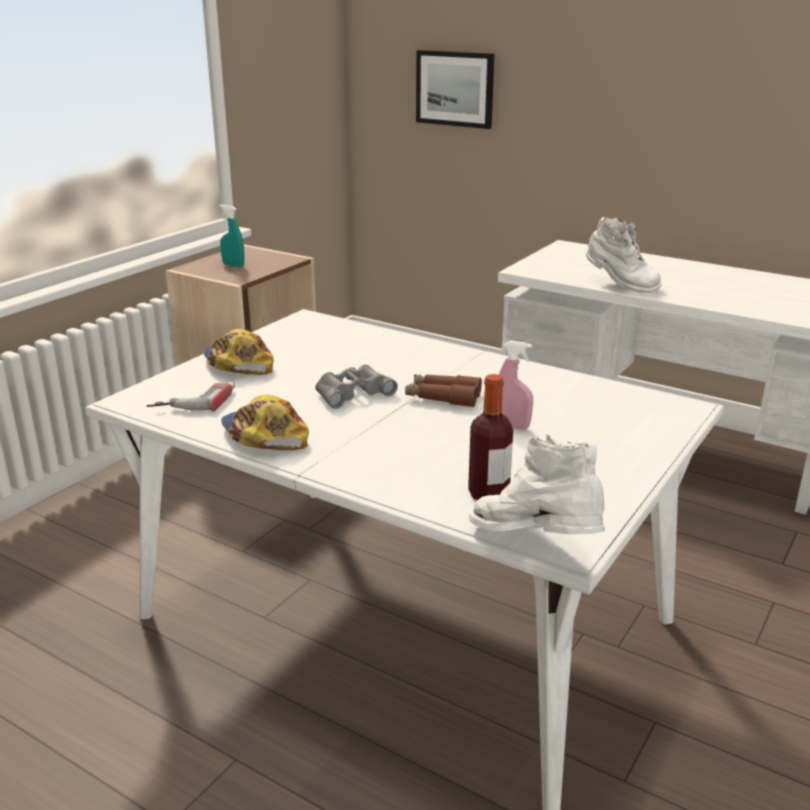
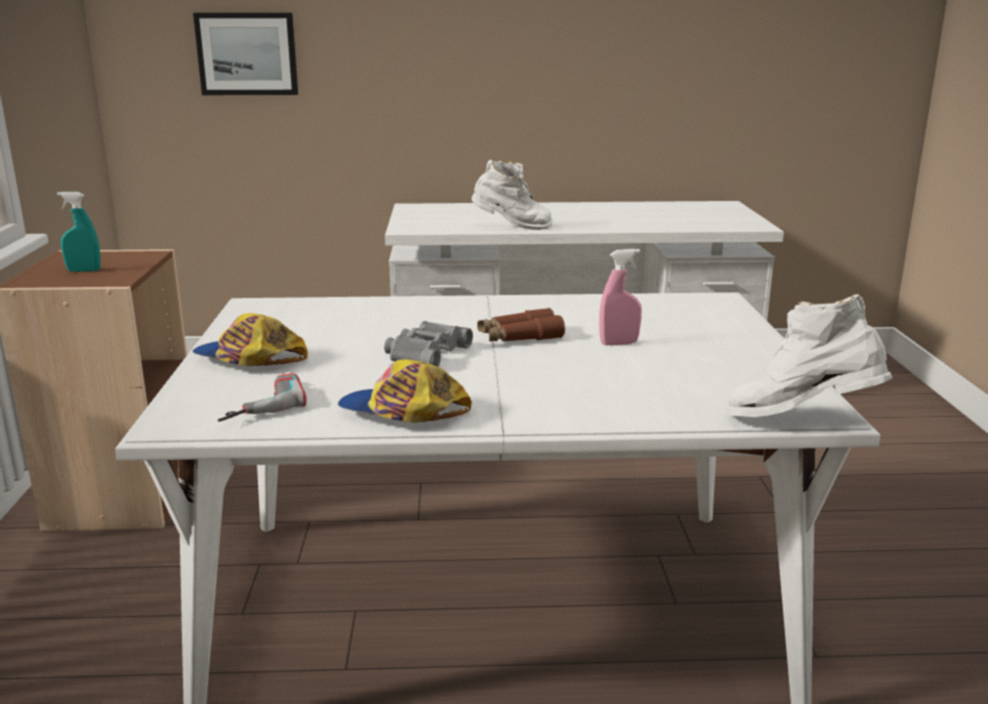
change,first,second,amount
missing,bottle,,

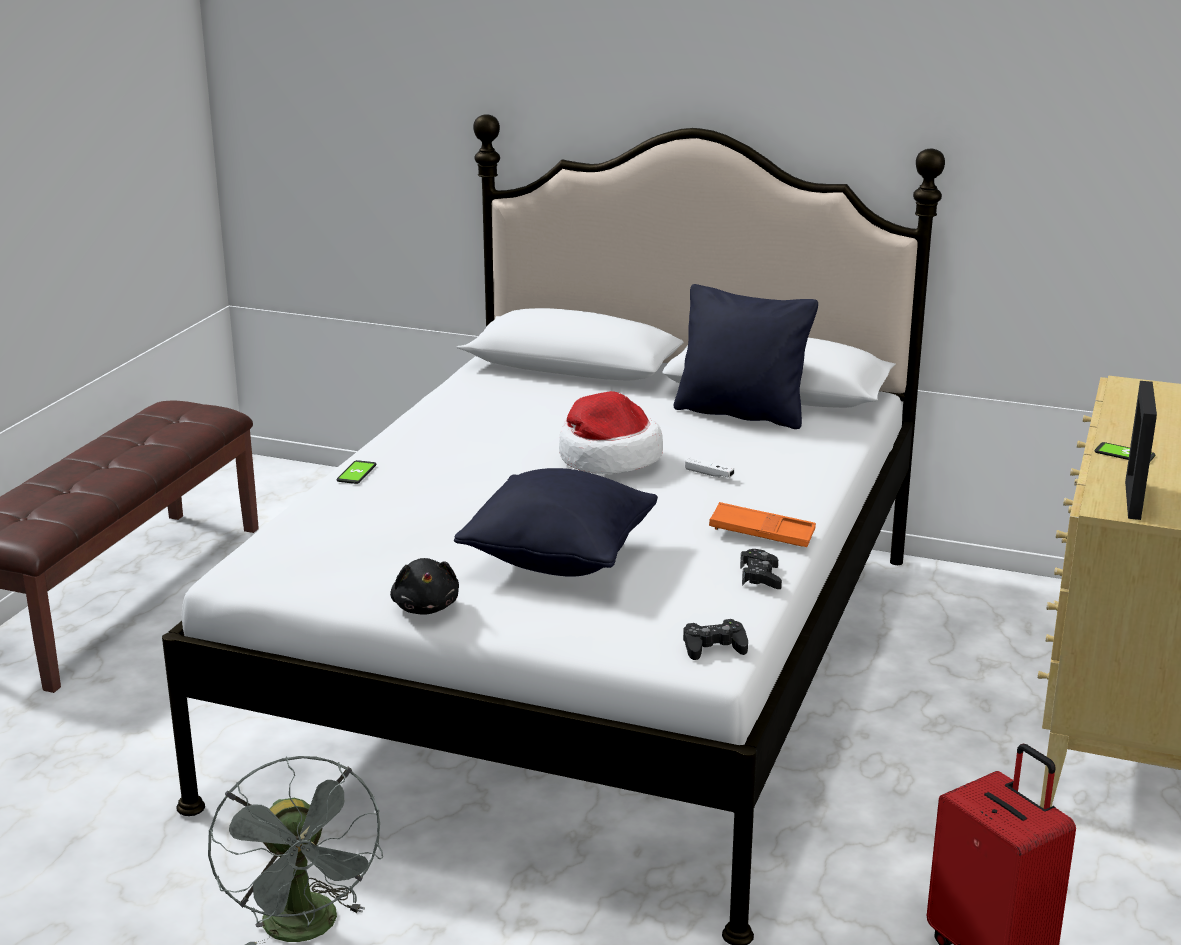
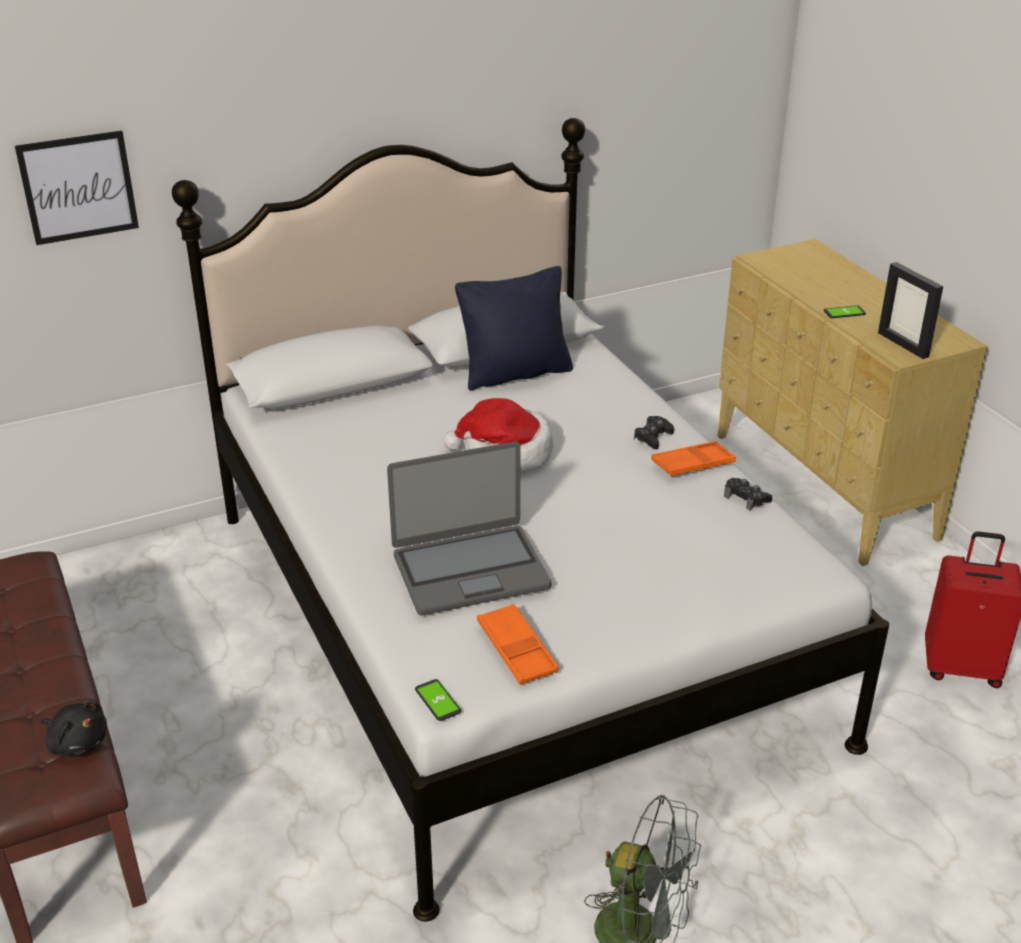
change,first,second,amount
missing,white game controller,,
relocated,phone (no. 1 from left),,
missing,black pillow (no. 1 from left),,
relocated,black plush toy,,
relocated,black game controller (no. 1 from left),,
appeared,,picture,
appeared,,laptop,
appeared,,orange tray (no. 1 from left),

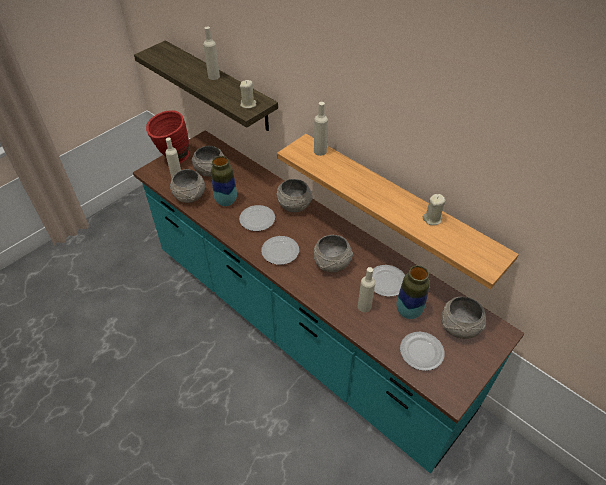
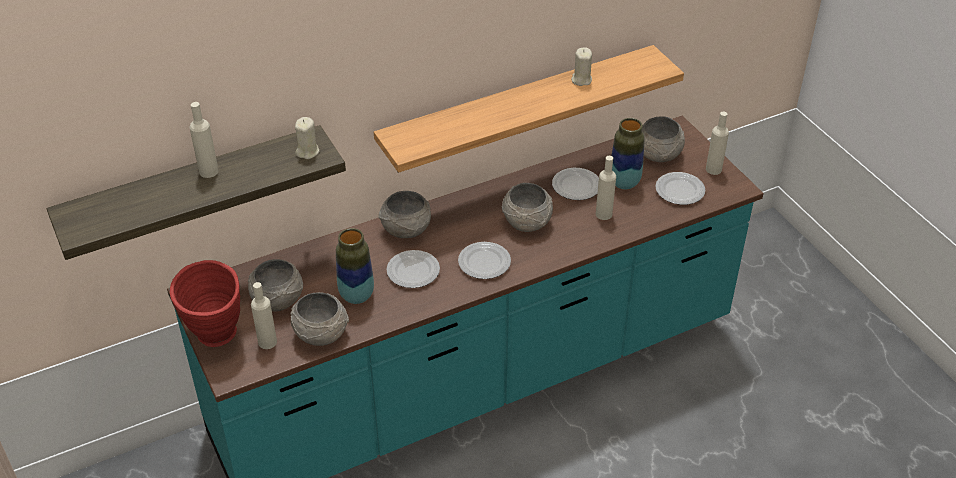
change,first,second,amount
relocated,beige bottle (no. 3 from left in the first image),beige bottle (no. 4 from left),

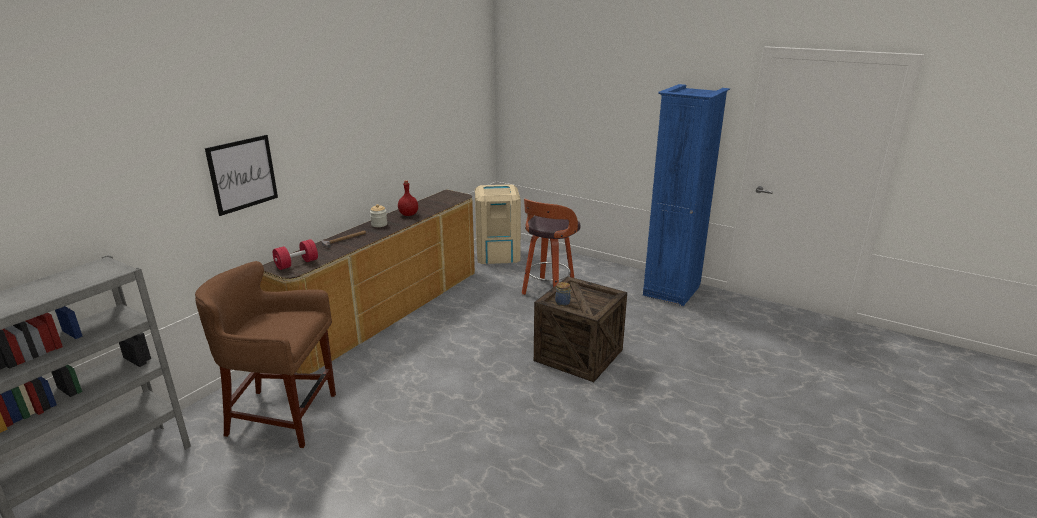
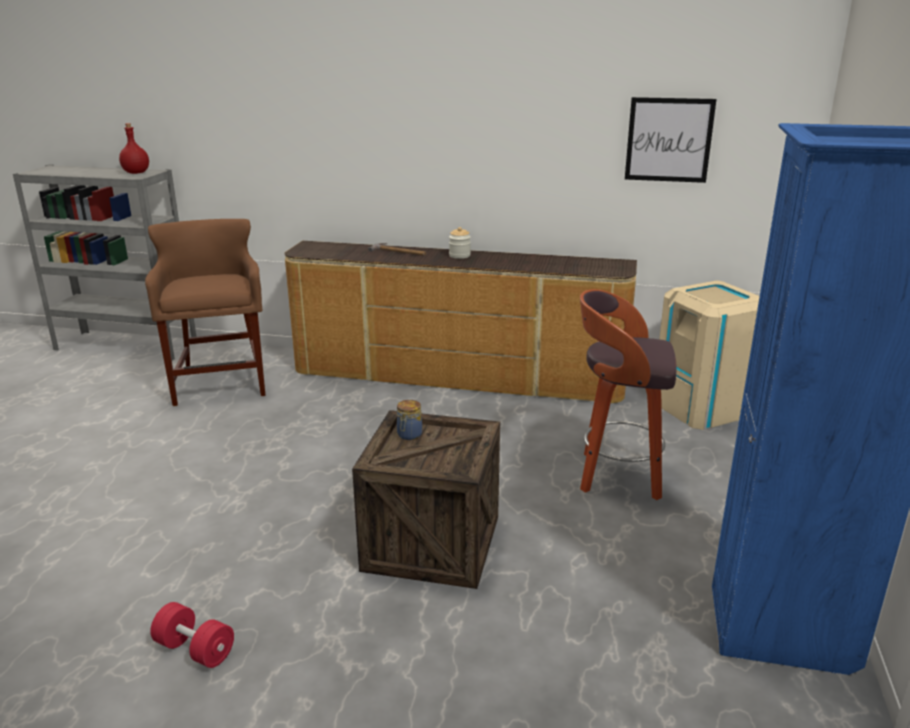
change,first,second,amount
relocated,picture,,
relocated,red bottle,,
relocated,red dumbbell,,

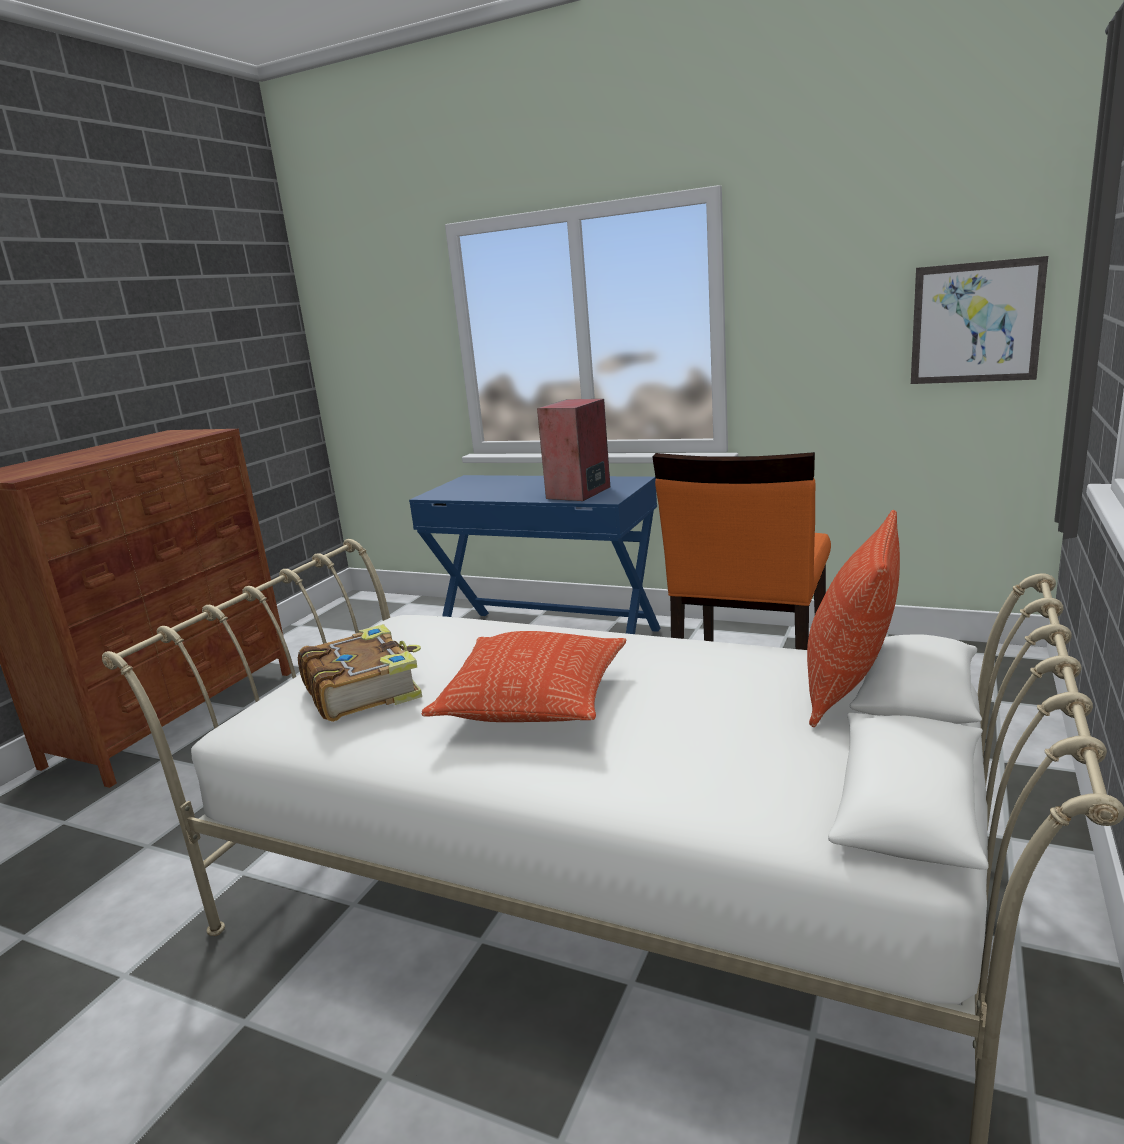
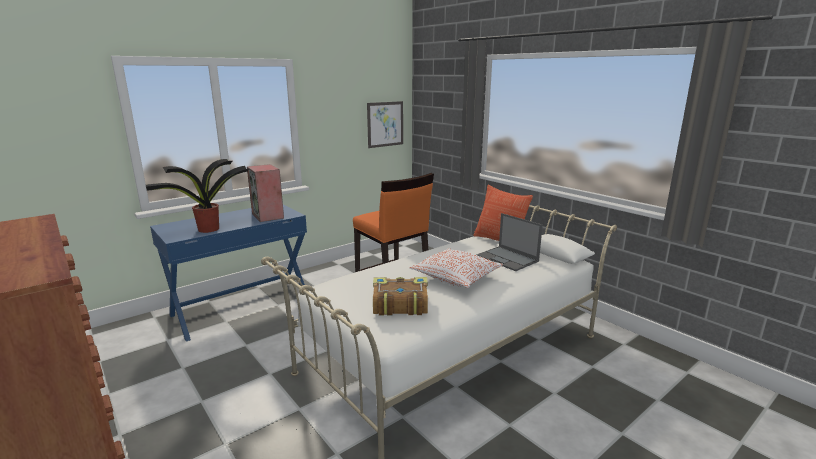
change,first,second,amount
colour,orange pillow (no. 1 from left),white pillow,
appeared,,potted plant,
appeared,,laptop,

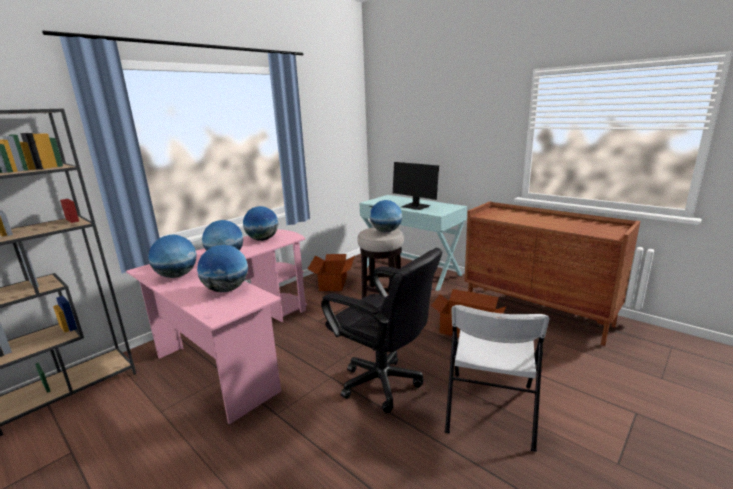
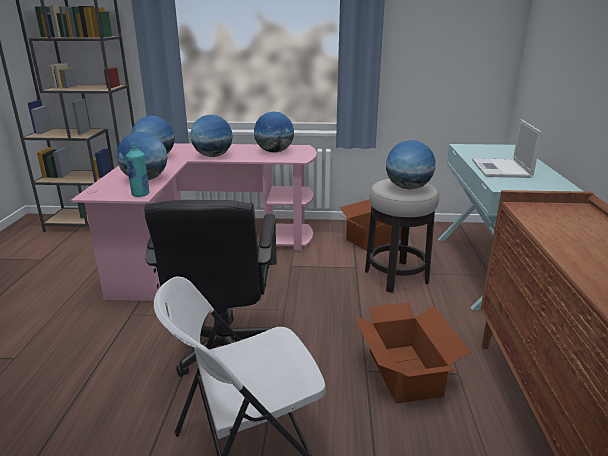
change,first,second,amount
exchanged,monitor,laptop,
appeared,,turquoise bottle,

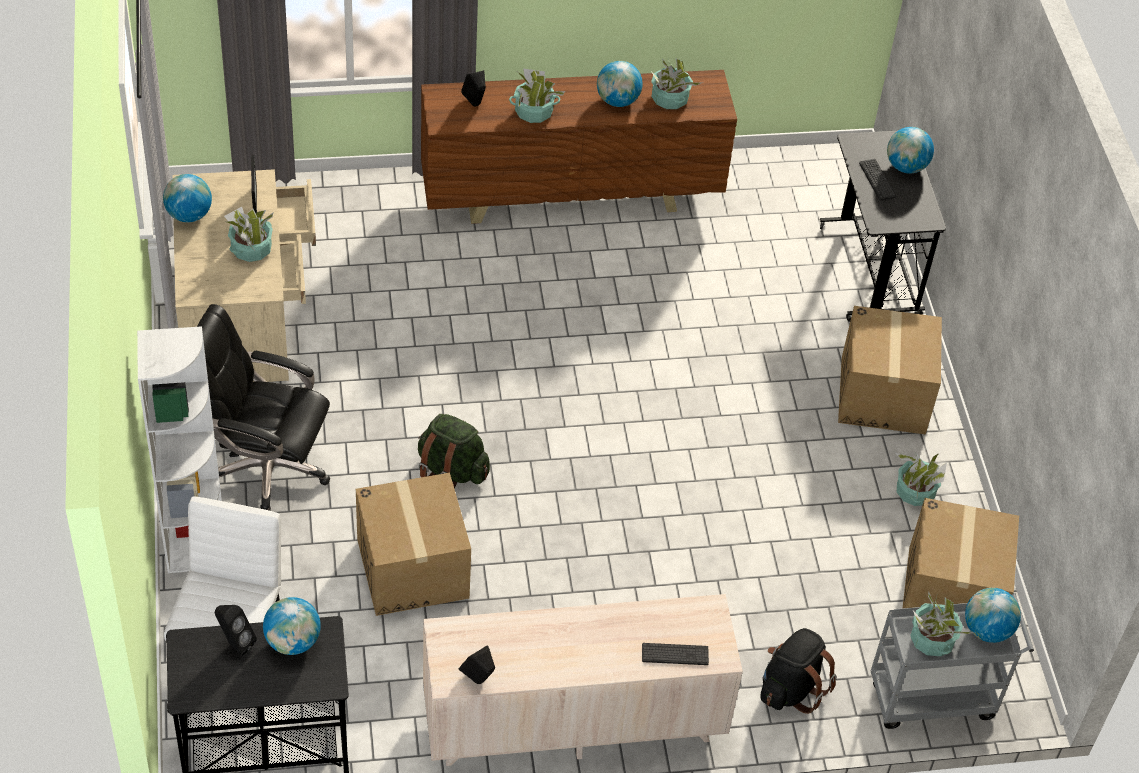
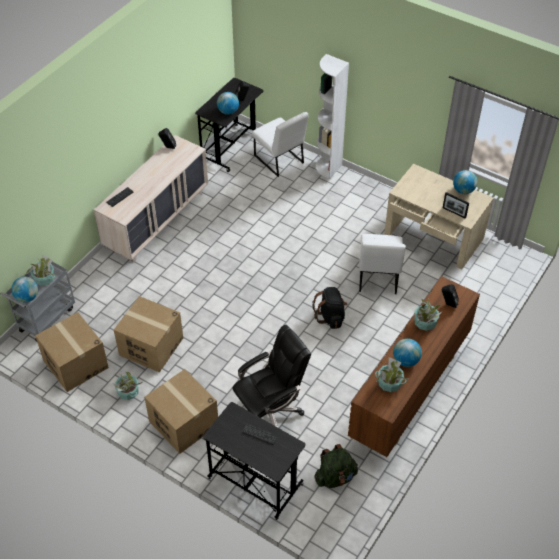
change,first,second,amount
missing,globe (no. 4 from left),,
missing,potted plant (no. 1 from left),,
relocated,black office chair,,
relocated,green backpack,,
relocated,cardboard box (no. 1 from left in the first image),cardboard box (no. 2 from left),
relocated,black backpack,,
appeared,,white chair (no. 2 from left),

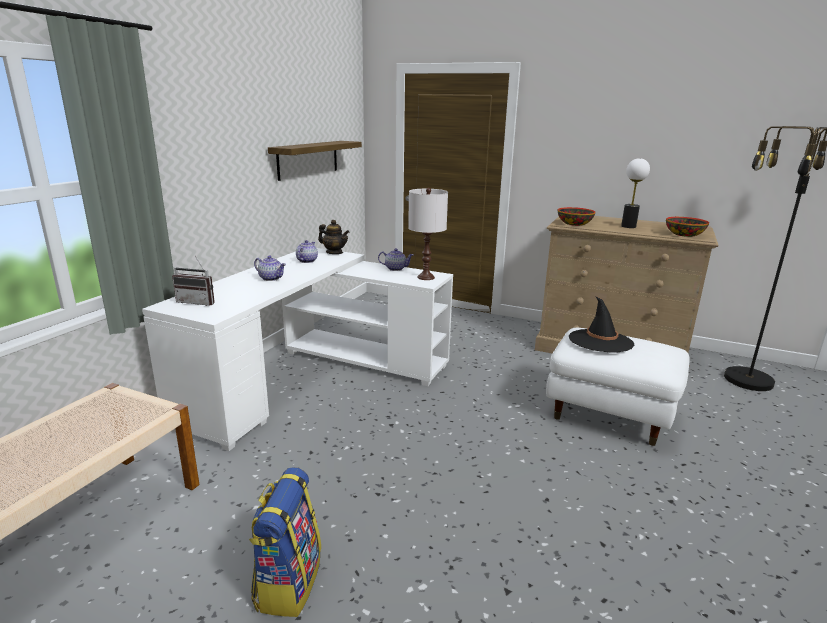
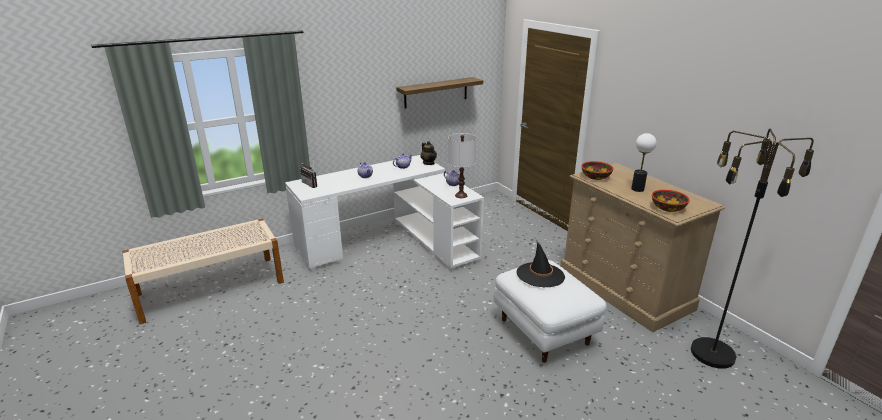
change,first,second,amount
missing,backpack,,

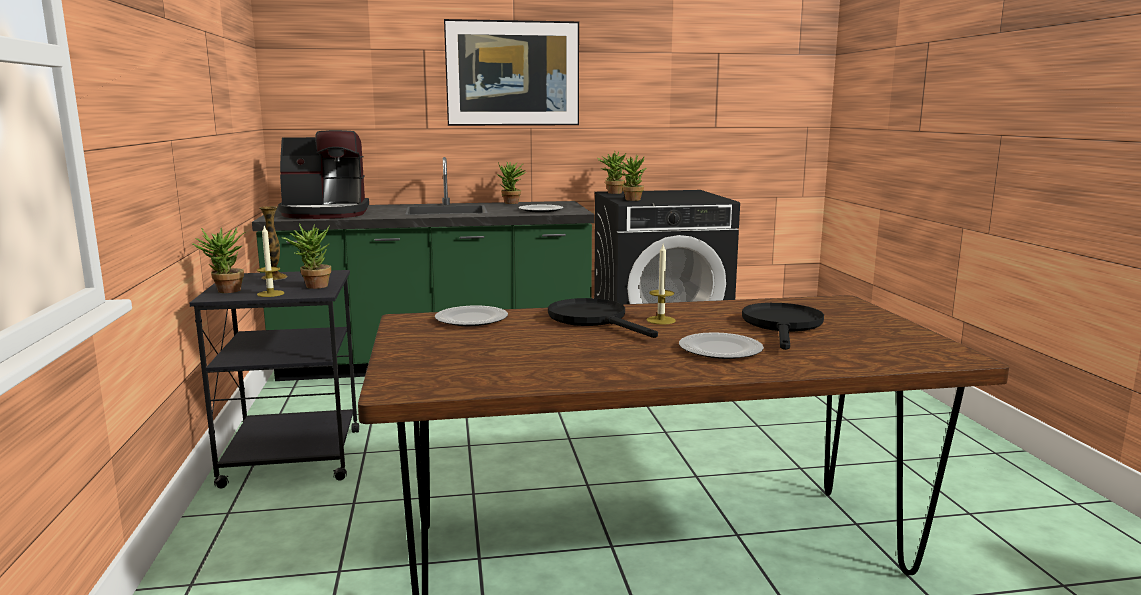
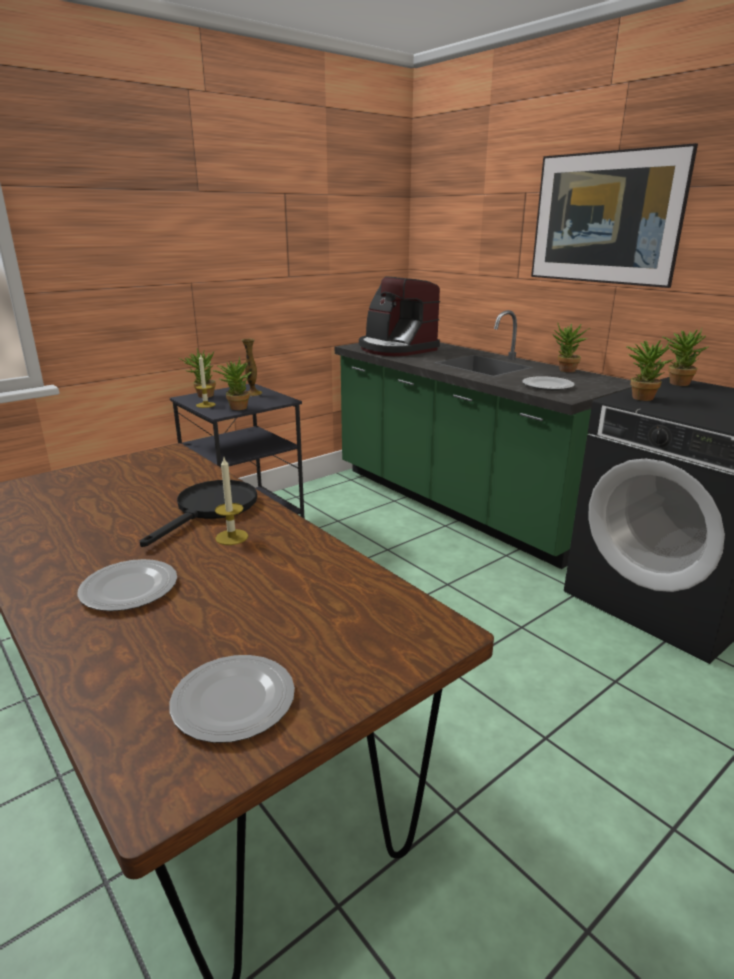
change,first,second,amount
missing,black frying pan (no. 2 from left),,
relocated,plate (no. 1 from left in the first image),plate (no. 2 from left),

